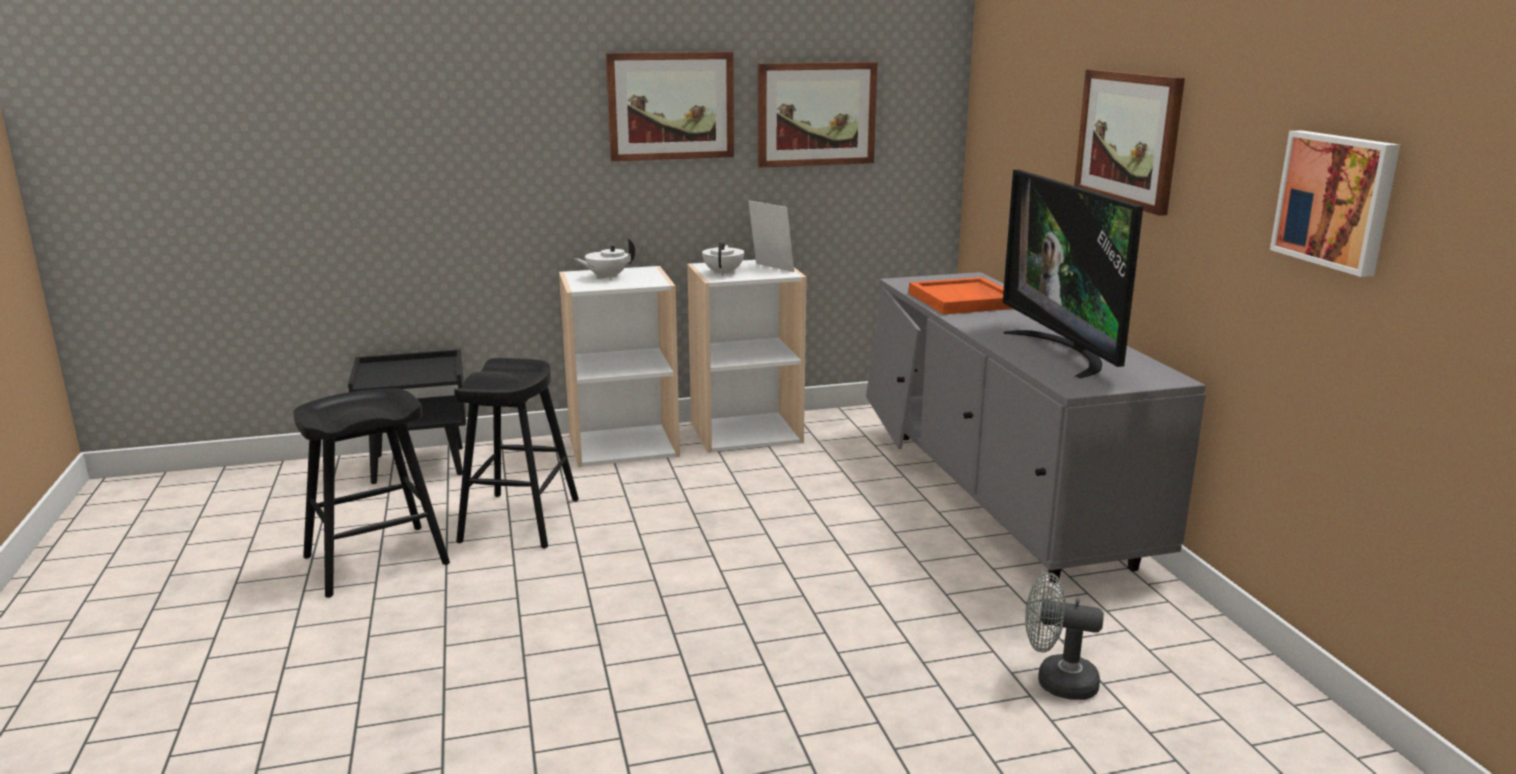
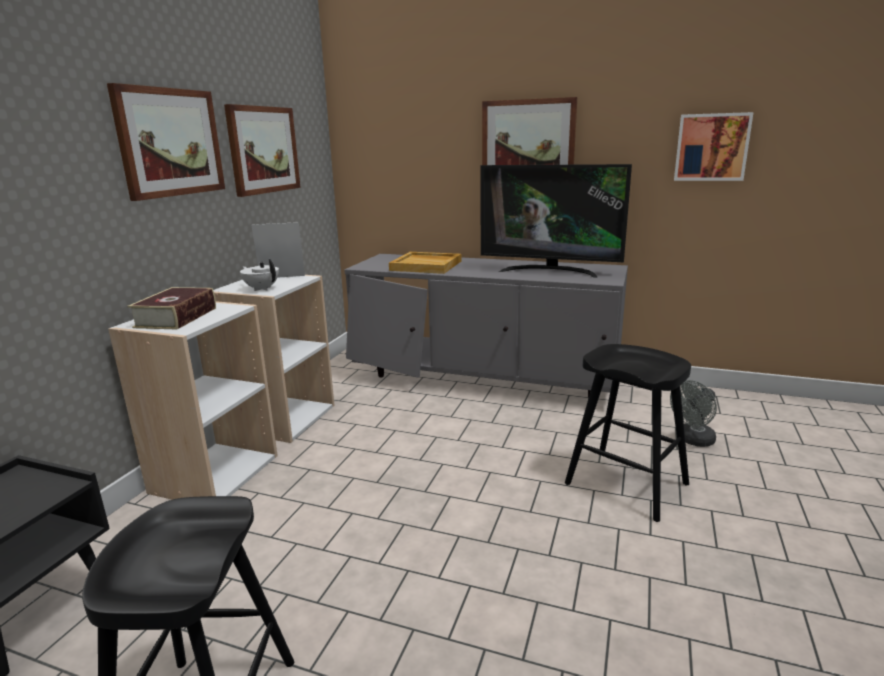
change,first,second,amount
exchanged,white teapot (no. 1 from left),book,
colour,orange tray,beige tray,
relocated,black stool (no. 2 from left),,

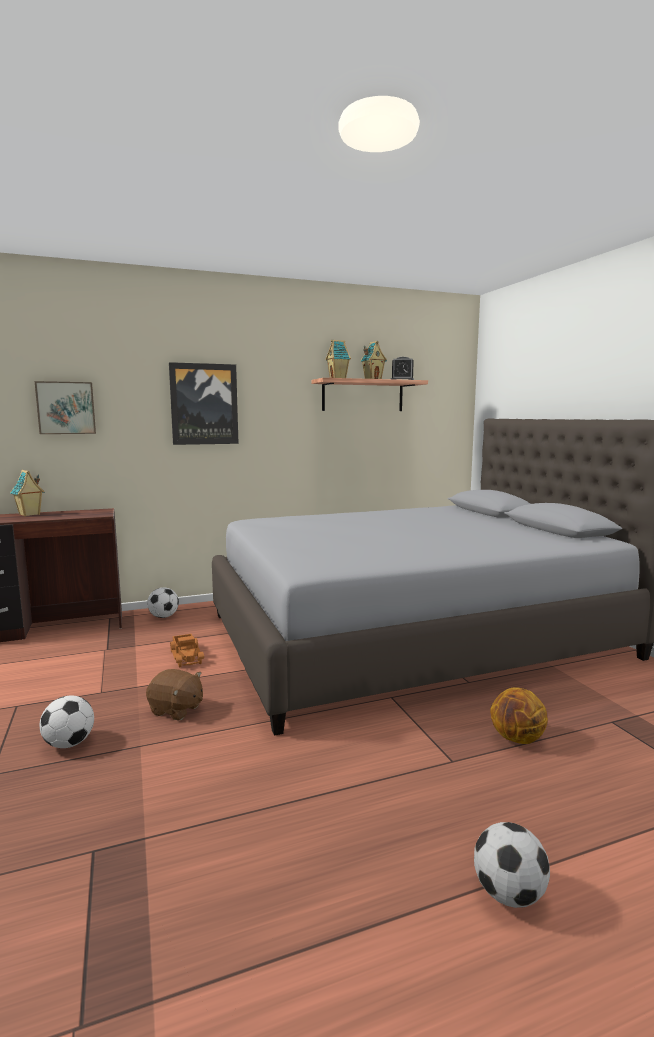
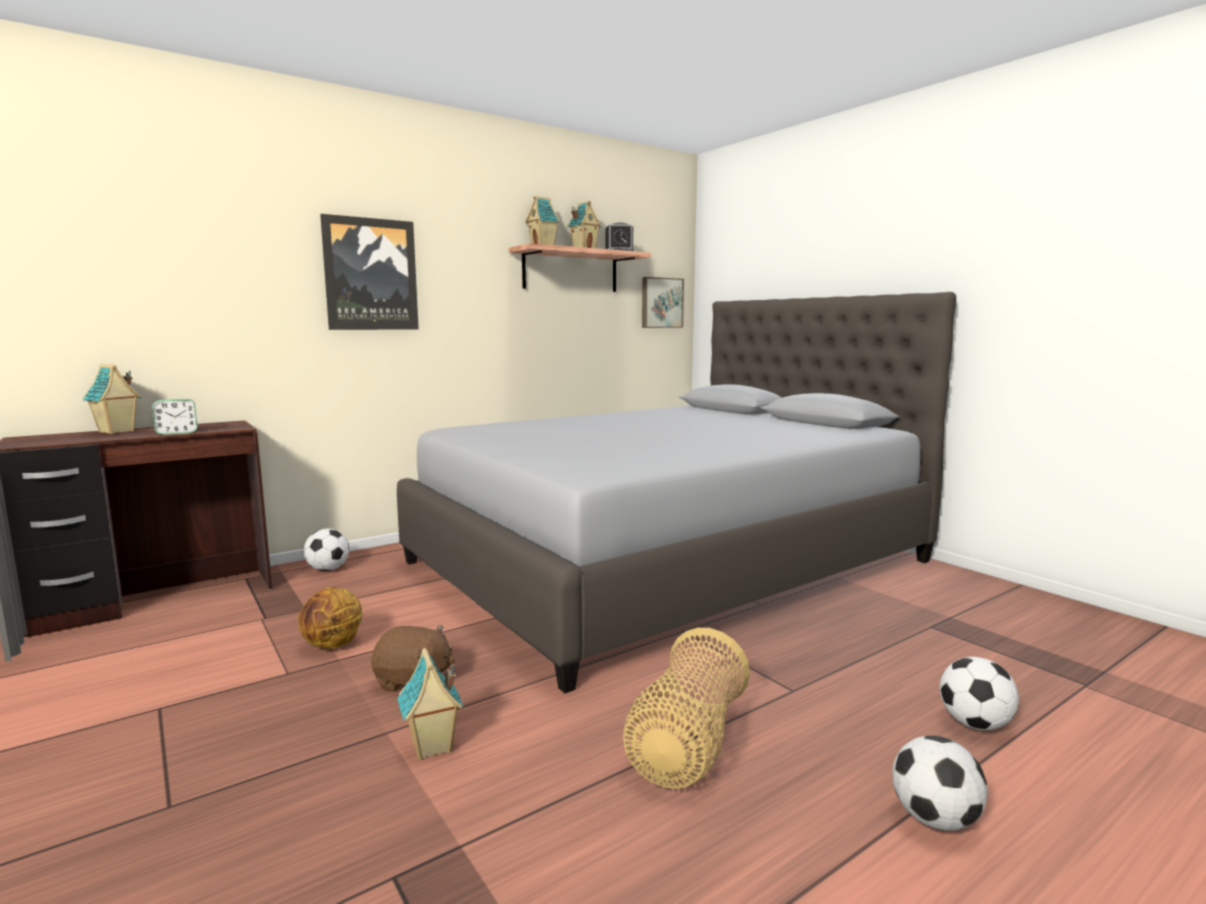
change,first,second,amount
relocated,picture (no. 1 from left in the first image),picture (no. 2 from left),
missing,toy truck,,
relocated,basketball,,
relocated,football (no. 1 from left in the first image),football (no. 3 from left),
appeared,,alarm clock (no. 1 from left),
appeared,,basket,
appeared,,toy house (no. 2 from left),

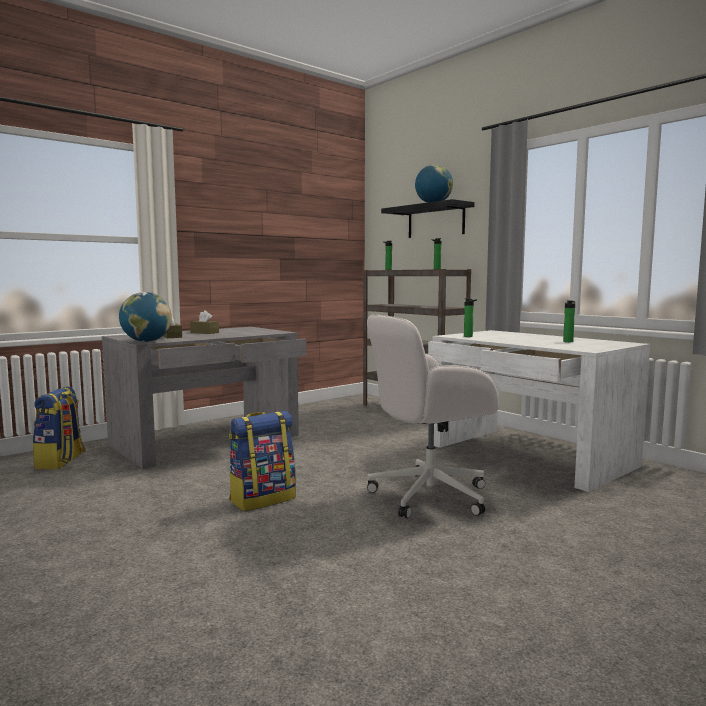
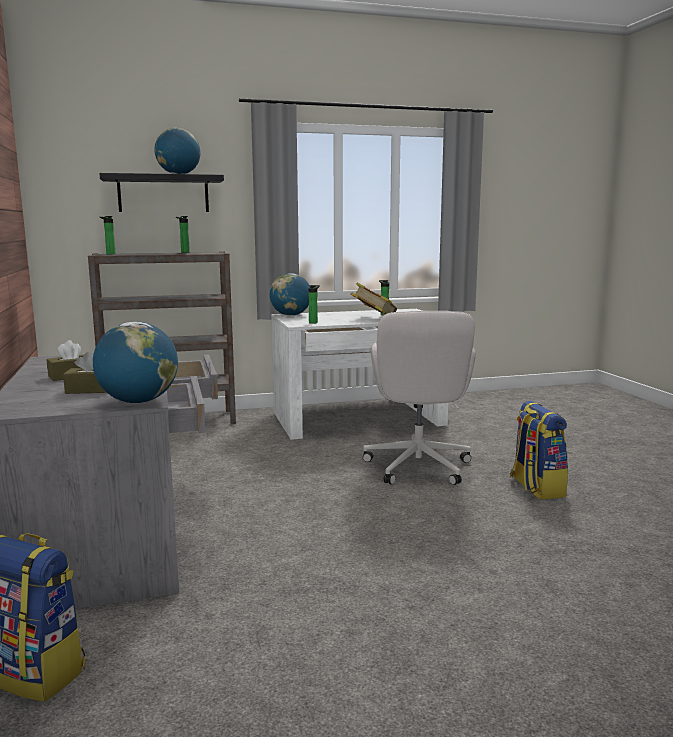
change,first,second,amount
relocated,backpack (no. 2 from left),,
appeared,,globe (no. 3 from left),
appeared,,book,

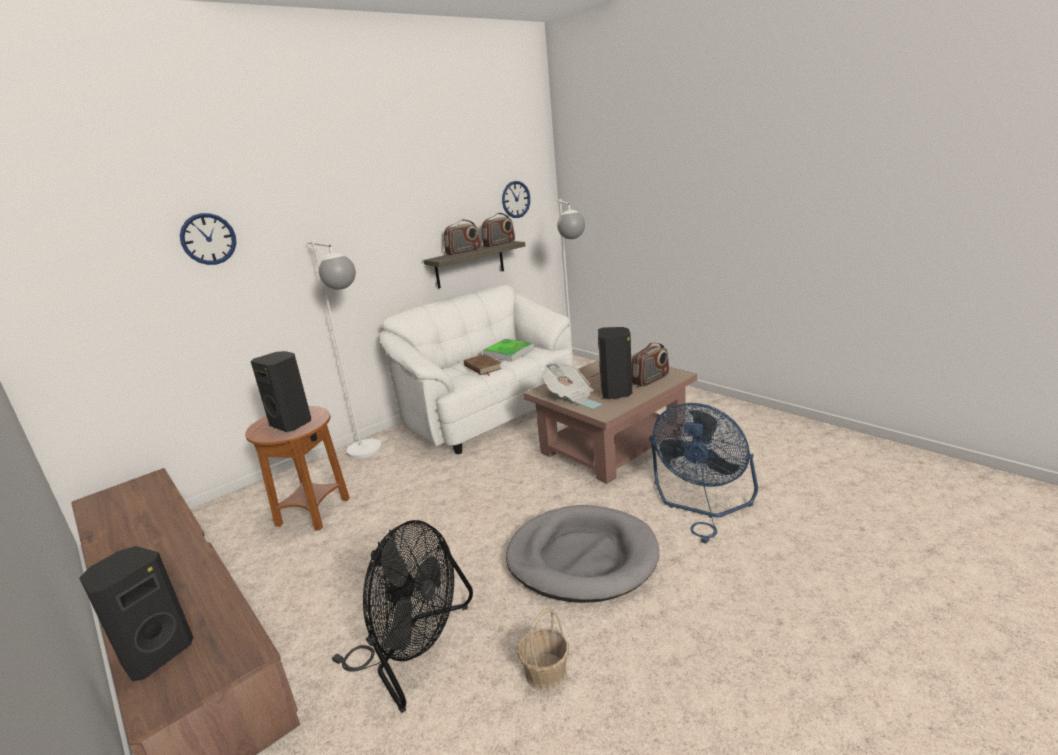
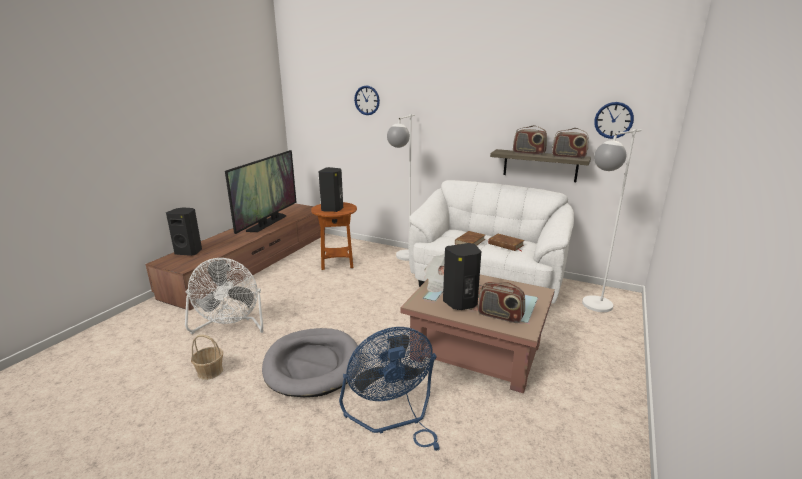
change,first,second,amount
exchanged,tray,brown book (no. 2 from left),
spun,blue fan,,120 degrees counterclockwise
colour,black fan,white fan,
appeared,,television,

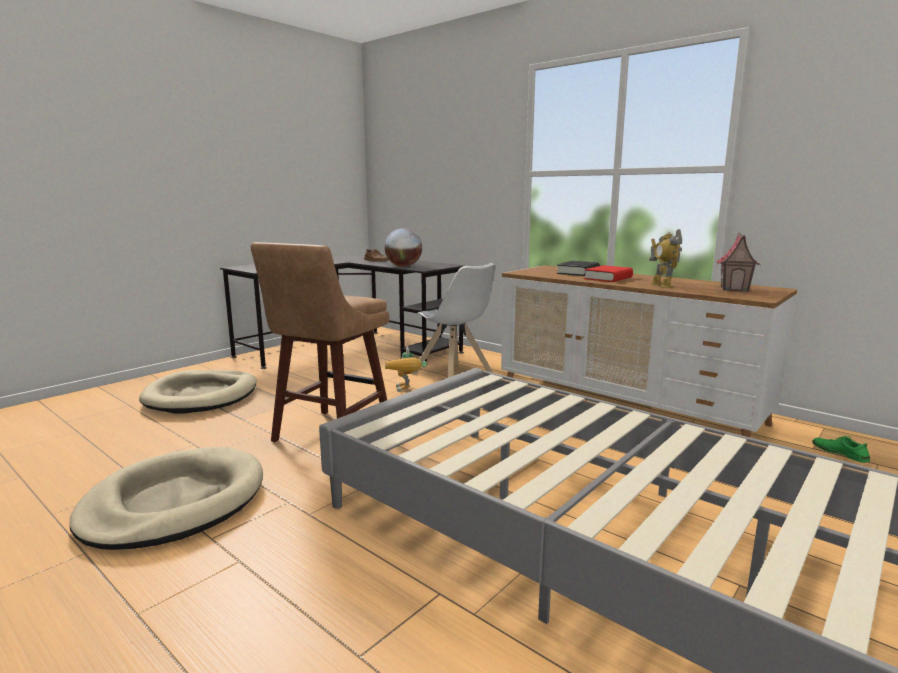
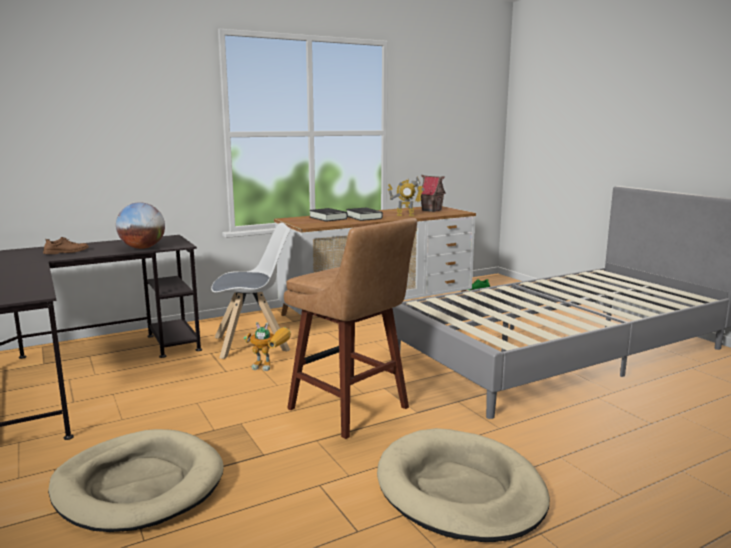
change,first,second,amount
colour,red book,black book (no. 2 from left),

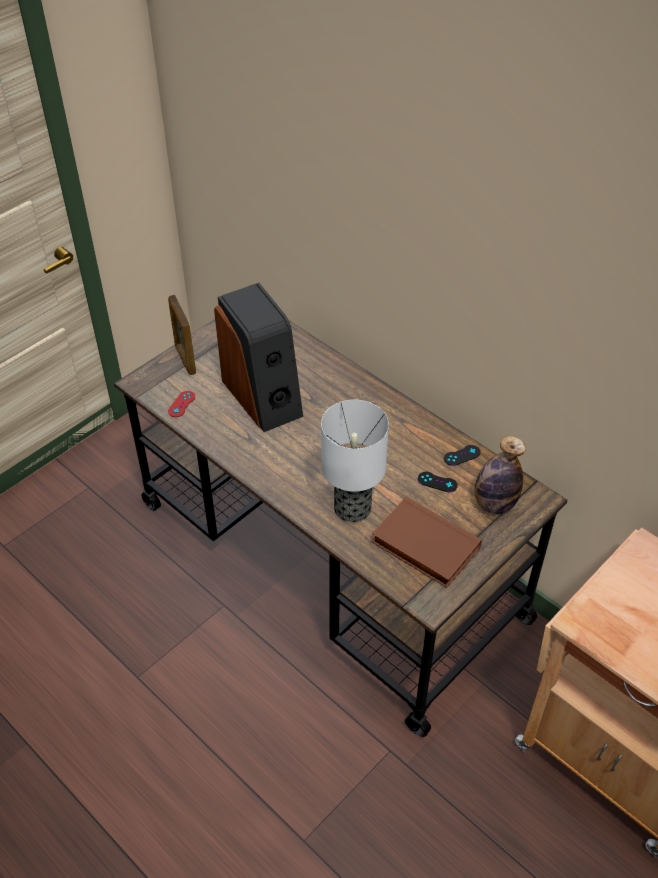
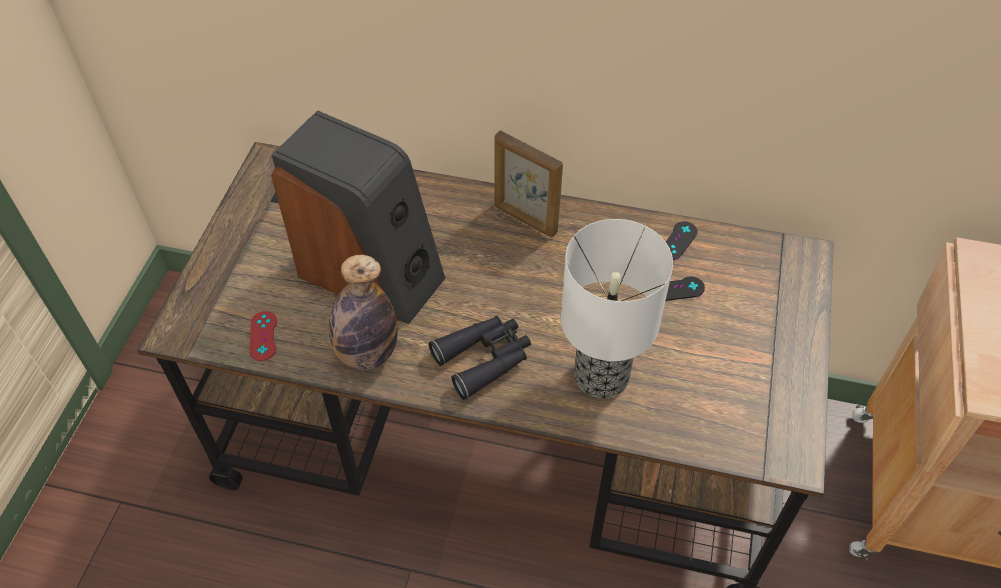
change,first,second,amount
relocated,picture frame,,
relocated,bottle,,
missing,brown book,,
appeared,,black binoculars,

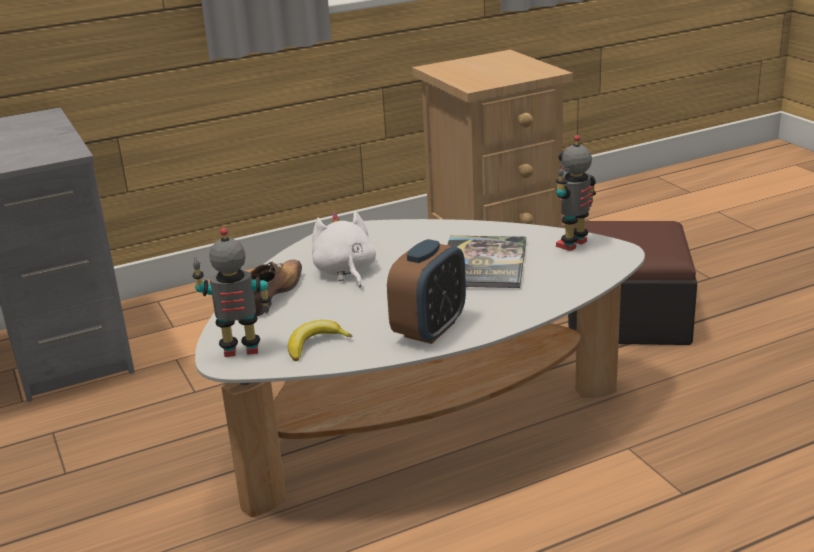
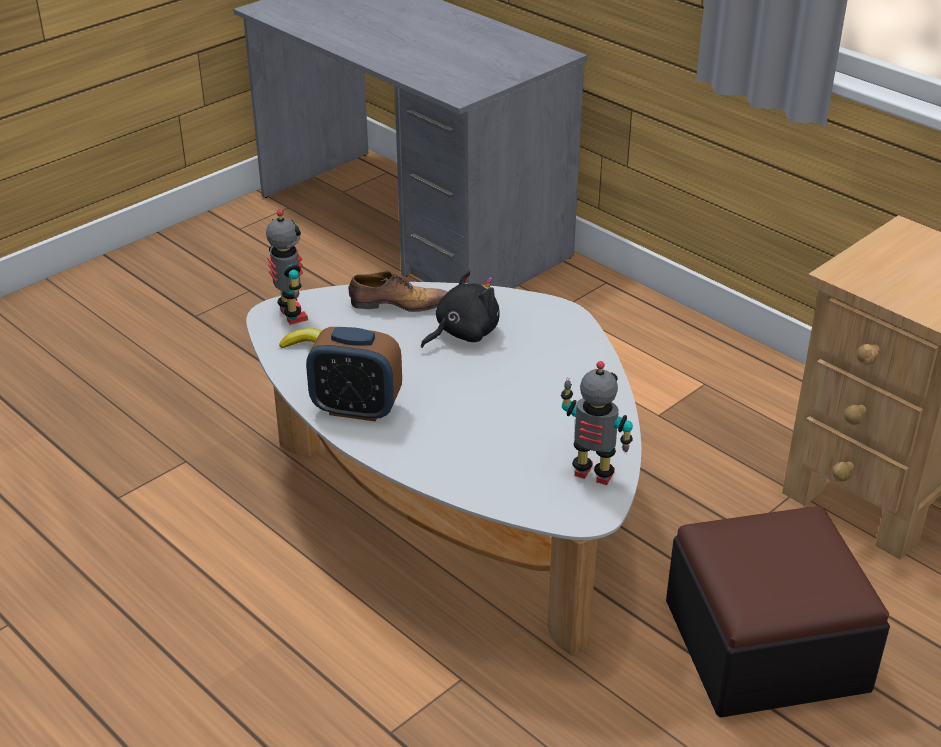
change,first,second,amount
colour,white plush toy,black plush toy,
missing,book,,

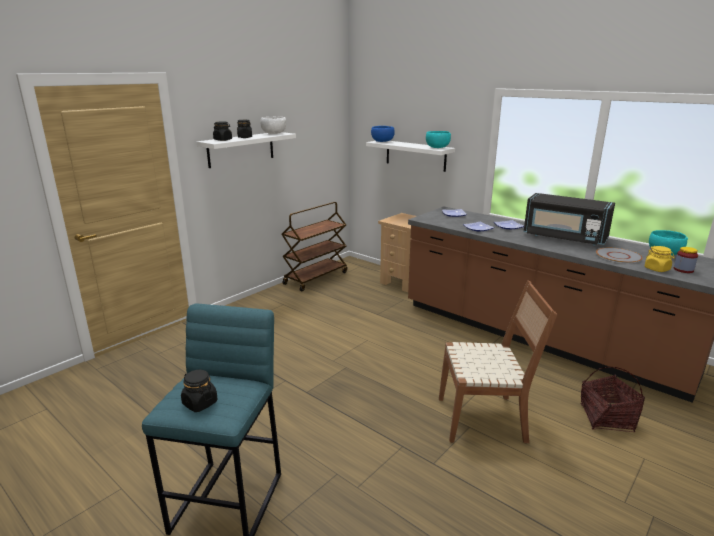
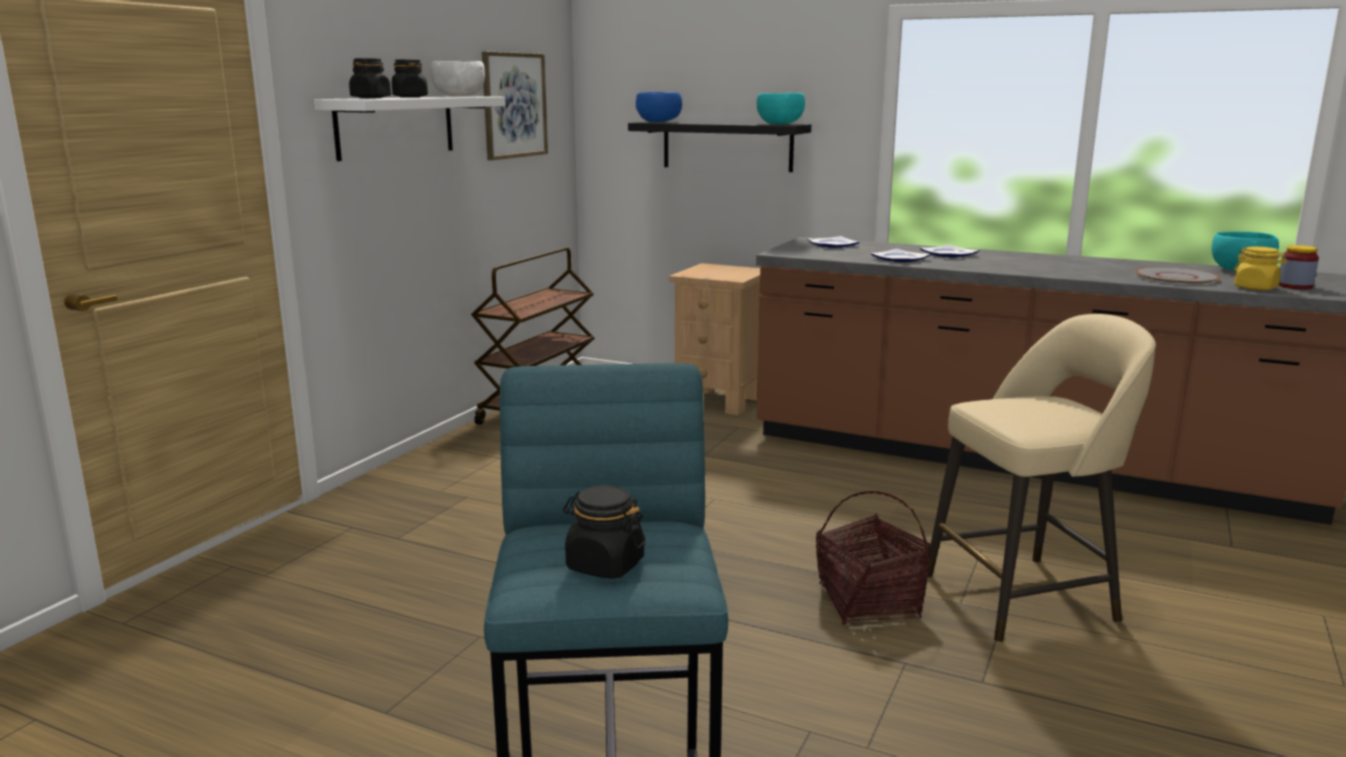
change,first,second,amount
colour,white shelf (no. 2 from left),black shelf,
missing,black microwave,,
exchanged,chair,beige stool,
relocated,basket,,
appeared,,picture,

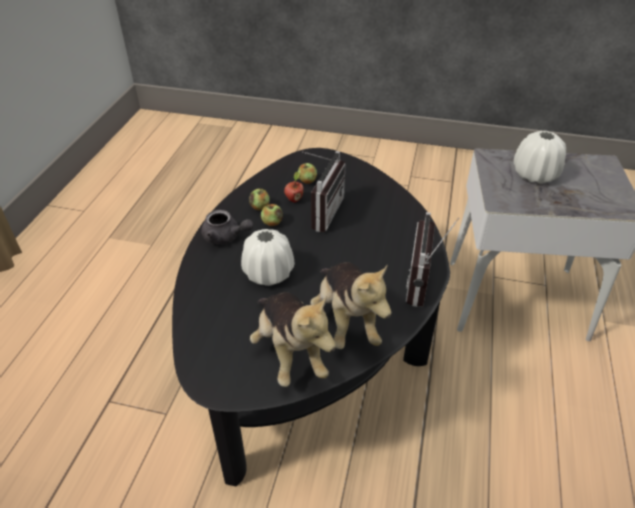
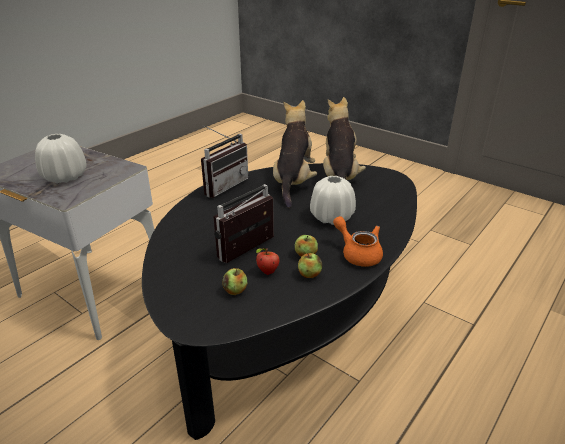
change,first,second,amount
colour,grey teapot,orange teapot,

